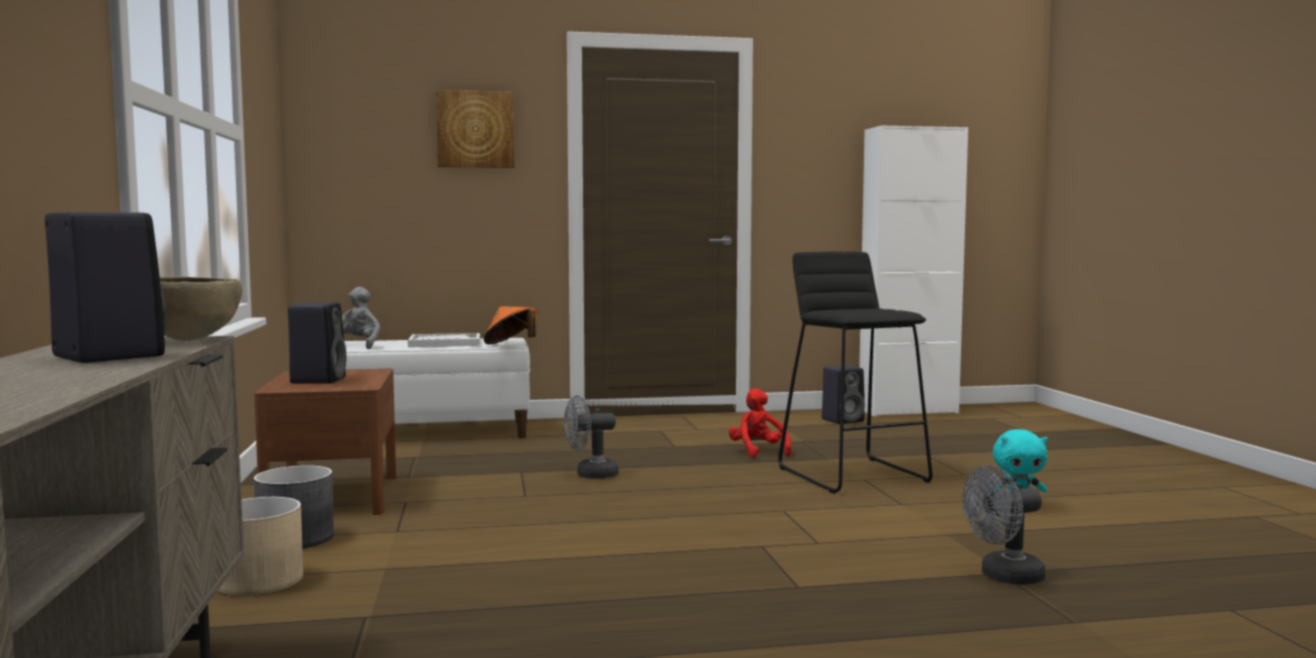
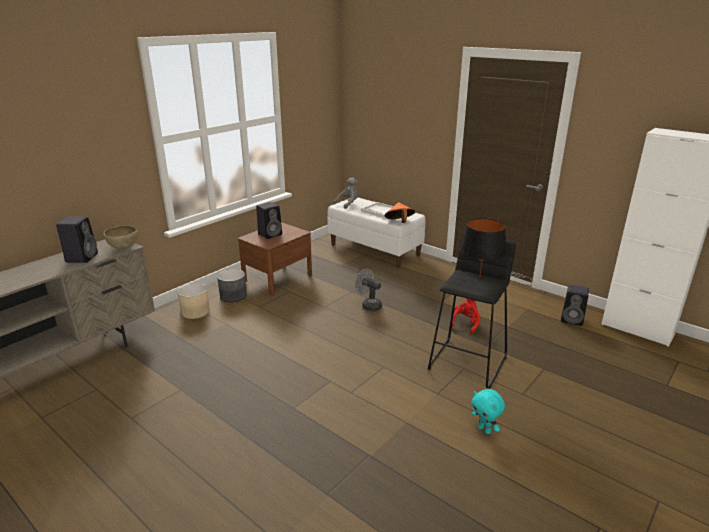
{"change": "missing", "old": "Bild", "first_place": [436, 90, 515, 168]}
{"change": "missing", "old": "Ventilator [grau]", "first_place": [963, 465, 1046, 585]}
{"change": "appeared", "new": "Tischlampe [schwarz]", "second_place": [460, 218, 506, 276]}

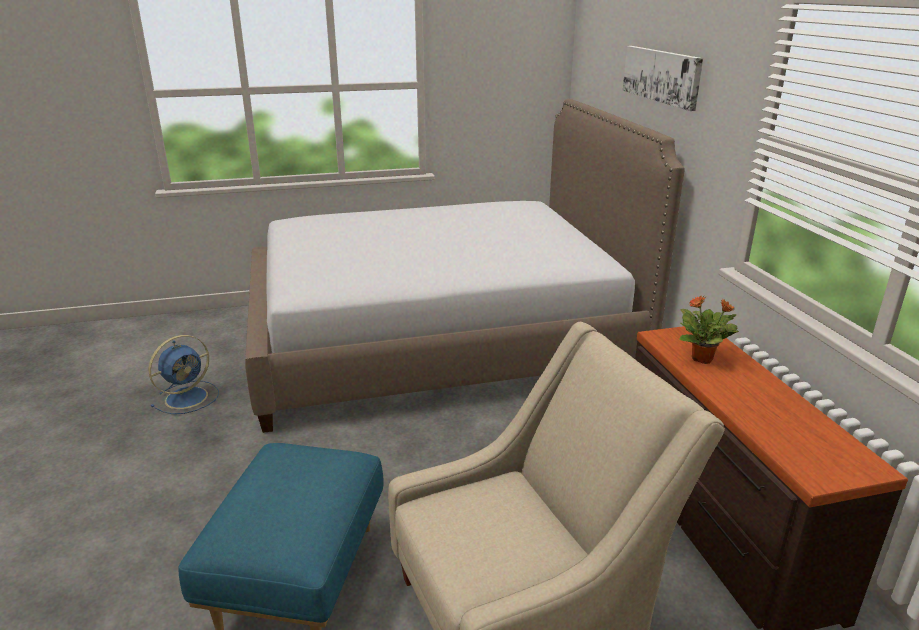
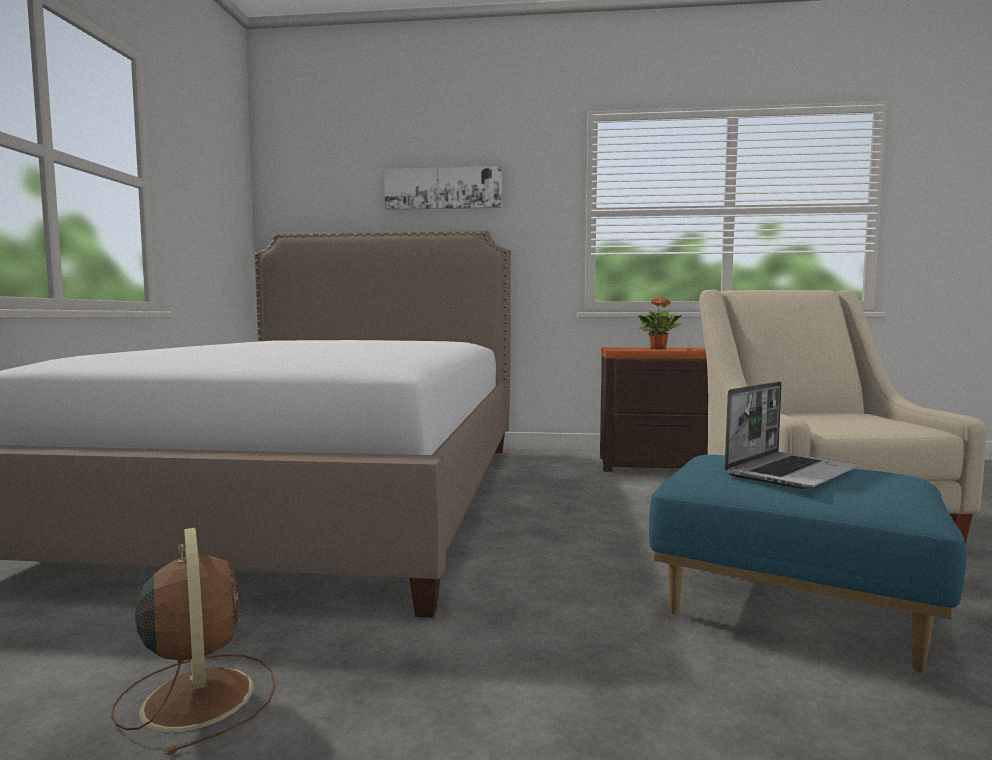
{"change": "colour", "old": "Ventilator [blau]", "new": "Ventilator [braun]", "first_place": [149, 335, 219, 414], "second_place": [111, 528, 276, 756]}
{"change": "appeared", "new": "Laptop", "second_place": [724, 381, 858, 489]}

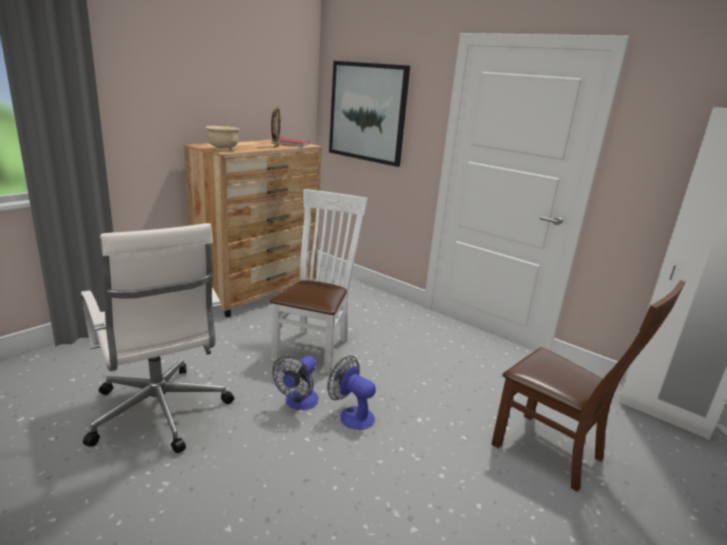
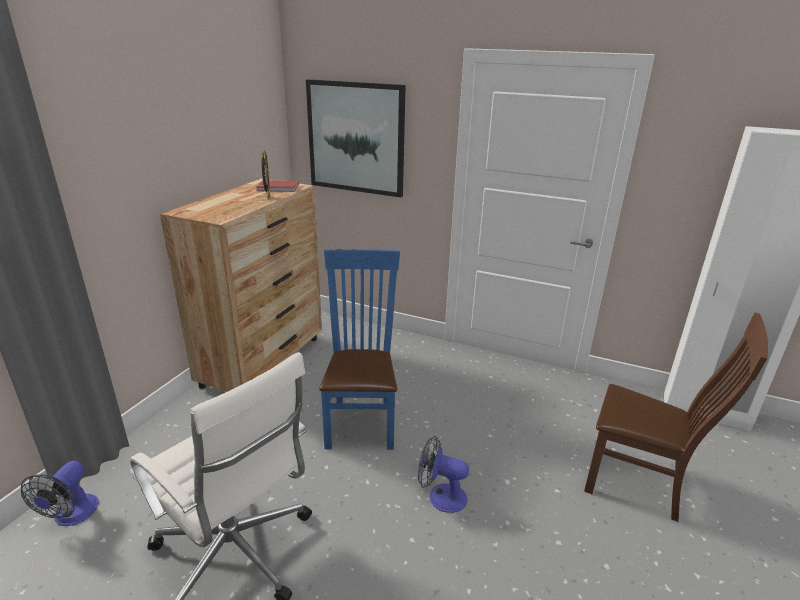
{"change": "missing", "old": "Schüssel [beige]", "first_place": [205, 126, 240, 151]}
{"change": "colour", "old": "Stuhl [weiß]", "new": "Stuhl [blau]", "first_place": [270, 189, 368, 374], "second_place": [319, 249, 400, 450]}
{"change": "relocated", "old": "Ventilator", "first_place": [272, 356, 319, 410], "second_place": [21, 461, 98, 526]}

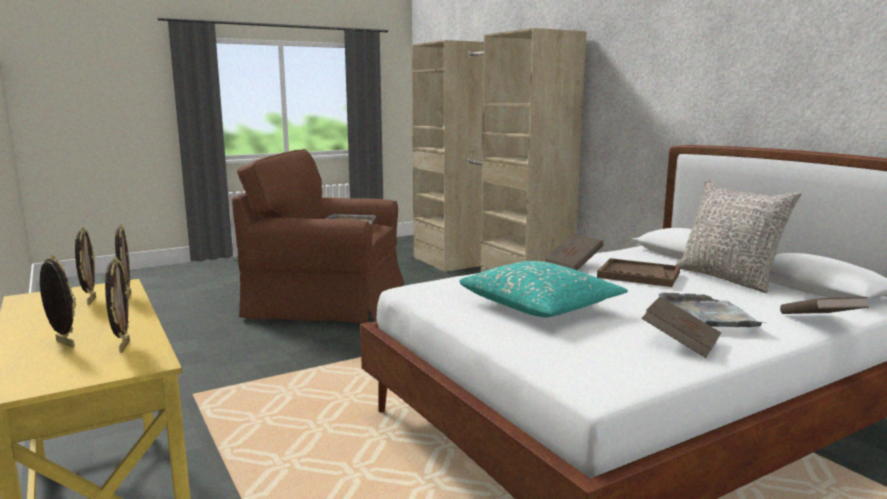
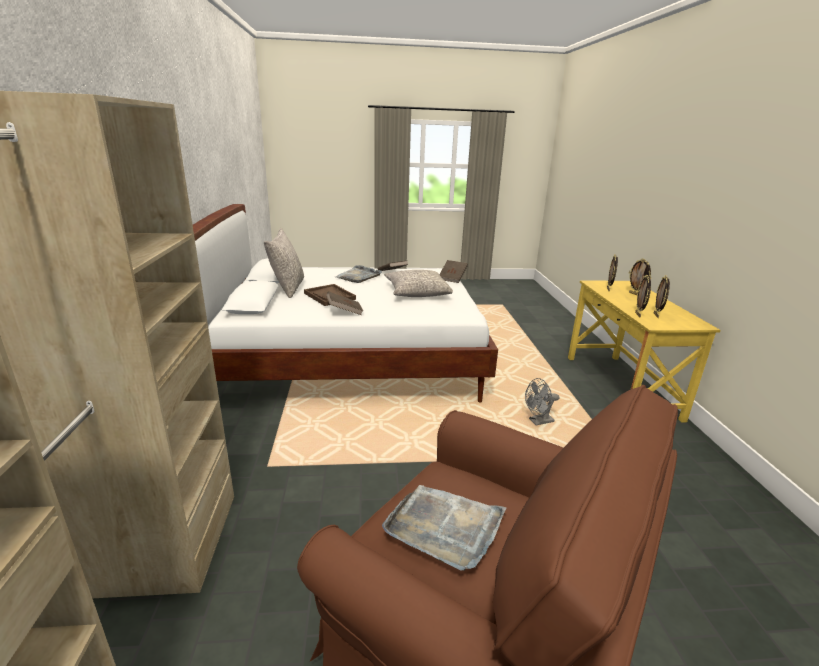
{"change": "colour", "old": "Kissen [türkis]", "new": "Kissen [grau]", "first_place": [460, 261, 628, 317], "second_place": [384, 270, 453, 297]}
{"change": "relocated", "old": "Buch [braun]", "first_place": [780, 297, 869, 314], "second_place": [439, 260, 468, 283]}
{"change": "appeared", "new": "Ventilator [grau]", "second_place": [525, 378, 559, 425]}

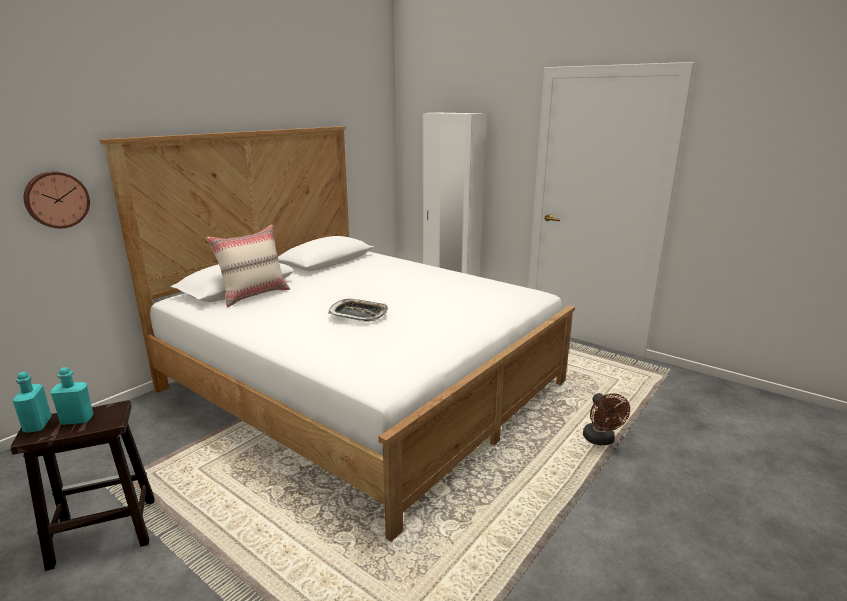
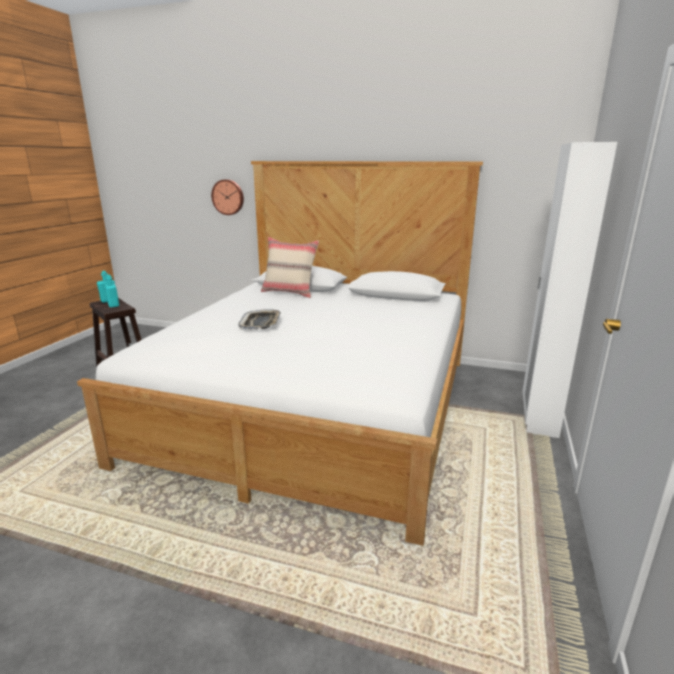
{"change": "missing", "old": "Ventilator [braun]", "first_place": [583, 393, 630, 445]}

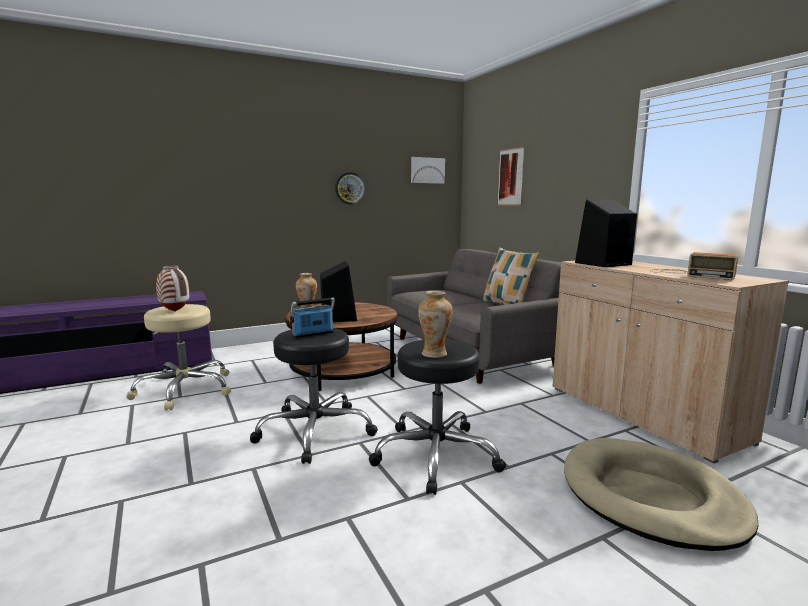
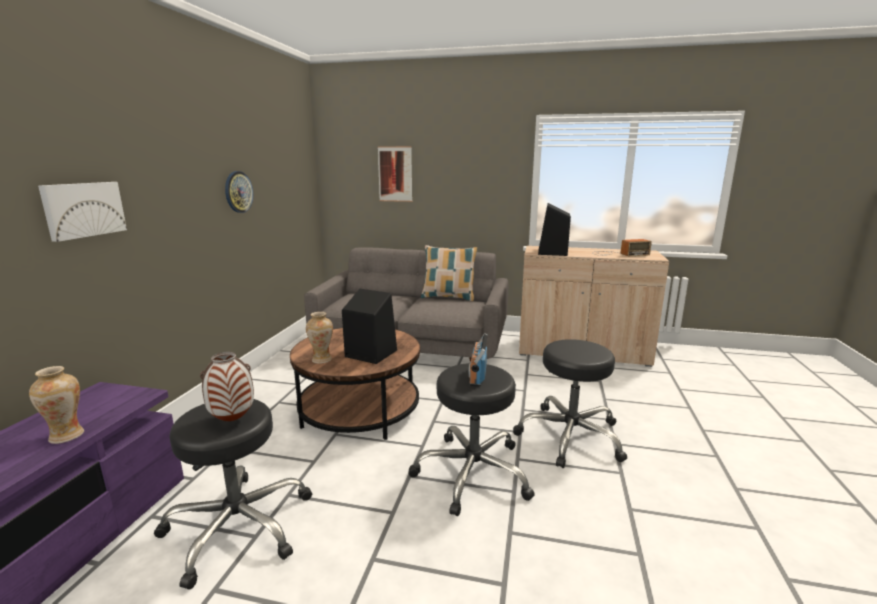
{"change": "colour", "old": "Hocker [beige]", "new": "Hocker [schwarz]", "first_place": [126, 304, 231, 410], "second_place": [154, 399, 312, 590]}
{"change": "relocated", "old": "Bild", "first_place": [411, 157, 445, 184], "second_place": [38, 182, 127, 242]}
{"change": "relocated", "old": "Vase", "first_place": [418, 291, 452, 358], "second_place": [29, 366, 84, 444]}
{"change": "missing", "old": "Hundebett [beige]", "first_place": [564, 438, 758, 551]}

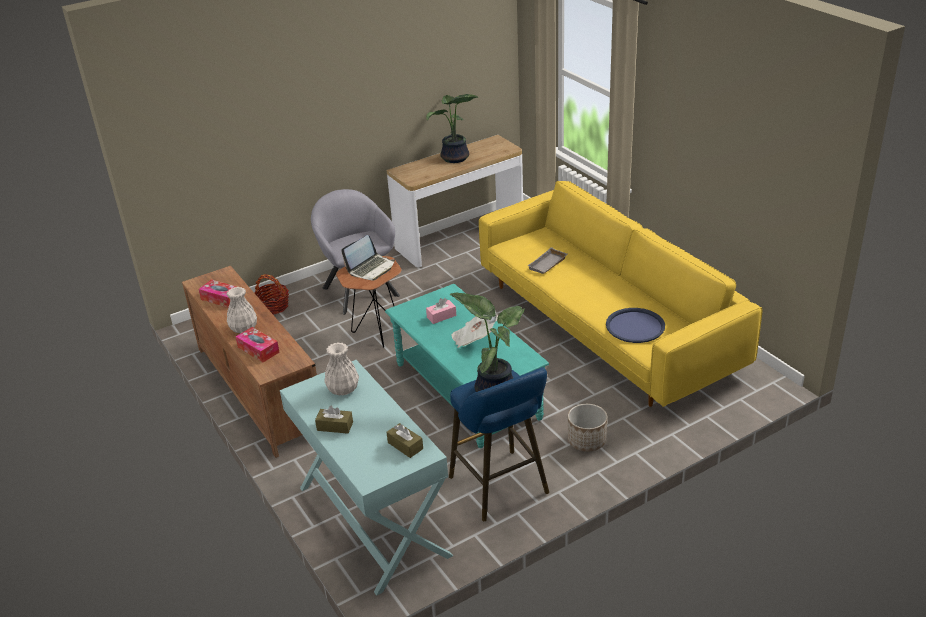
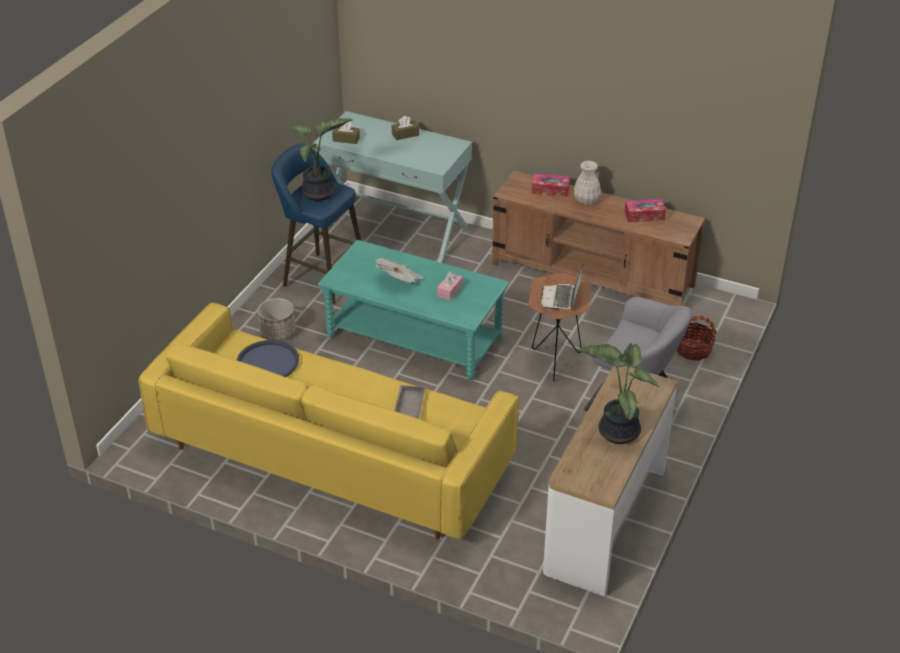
{"change": "missing", "old": "Vase [weiß]", "first_place": [324, 342, 359, 395]}

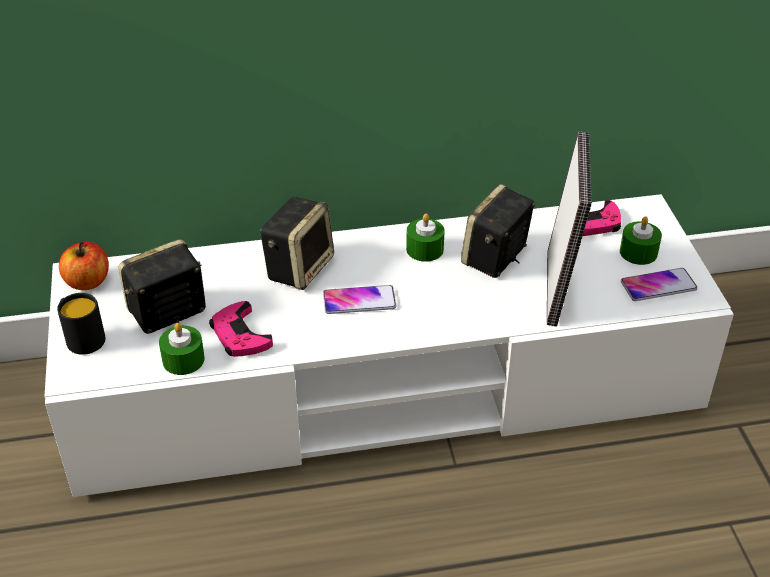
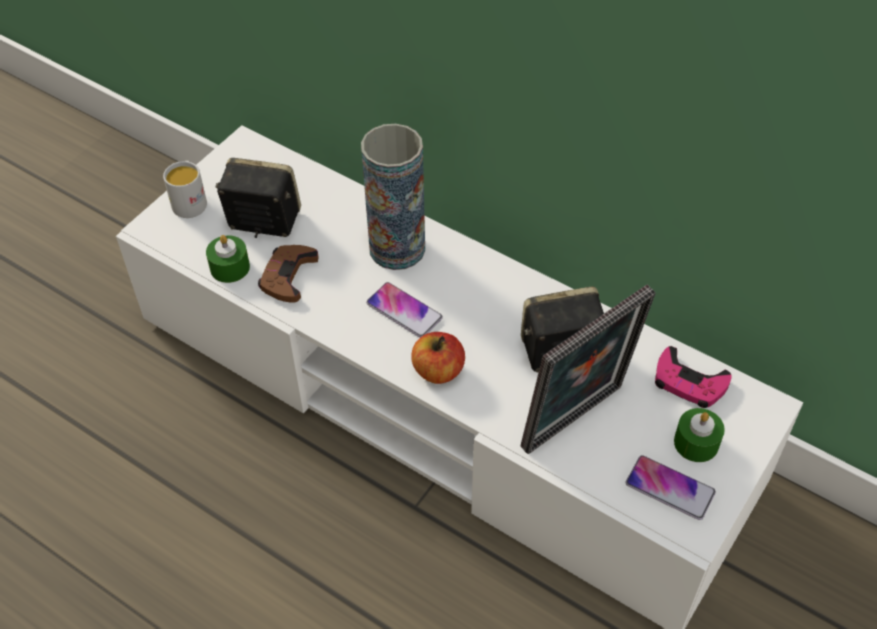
{"change": "colour", "old": "Henkelbecher [schwarz]", "new": "Henkelbecher [weiß]", "first_place": [57, 293, 105, 355], "second_place": [163, 161, 207, 218]}
{"change": "relocated", "old": "Apfel", "first_place": [59, 242, 109, 290], "second_place": [411, 332, 465, 384]}
{"change": "colour", "old": "Gamepad [rosa]", "new": "Gamepad [braun]", "first_place": [209, 301, 273, 357], "second_place": [258, 245, 319, 303]}
{"change": "exchanged", "old": "Lautsprecher", "new": "Vase", "first_place": [260, 197, 334, 290], "second_place": [361, 124, 425, 270]}
{"change": "missing", "old": "Kerze [grün]", "first_place": [406, 213, 445, 262]}

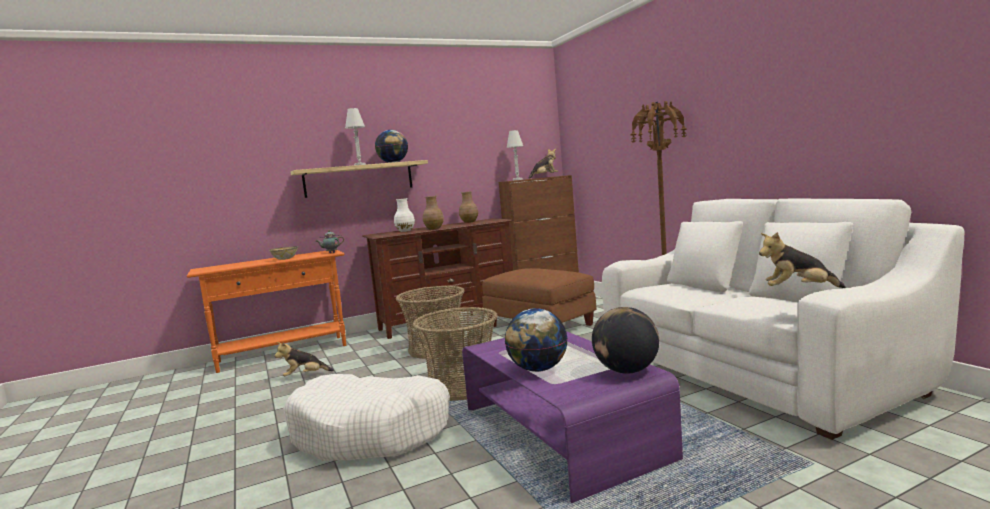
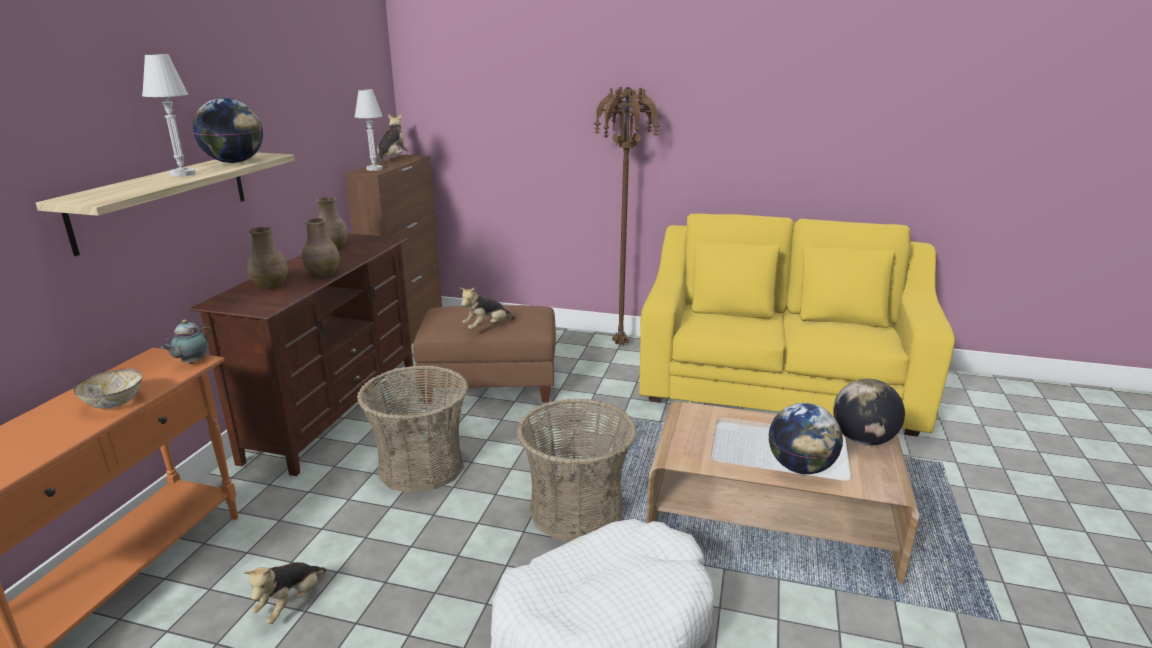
{"change": "colour", "old": "Vase [weiß]", "new": "Vase [braun]", "first_place": [394, 198, 415, 232], "second_place": [247, 227, 288, 289]}
{"change": "colour", "old": "Couchtisch [lila]", "new": "Couchtisch [braun]", "first_place": [462, 331, 683, 503], "second_place": [646, 402, 919, 584]}
{"change": "colour", "old": "Sofa [weiß]", "new": "Sofa [gelb]", "first_place": [602, 199, 964, 440], "second_place": [639, 213, 955, 437]}
{"change": "relocated", "old": "Plüschtier", "first_place": [759, 232, 846, 288], "second_place": [460, 288, 515, 329]}

